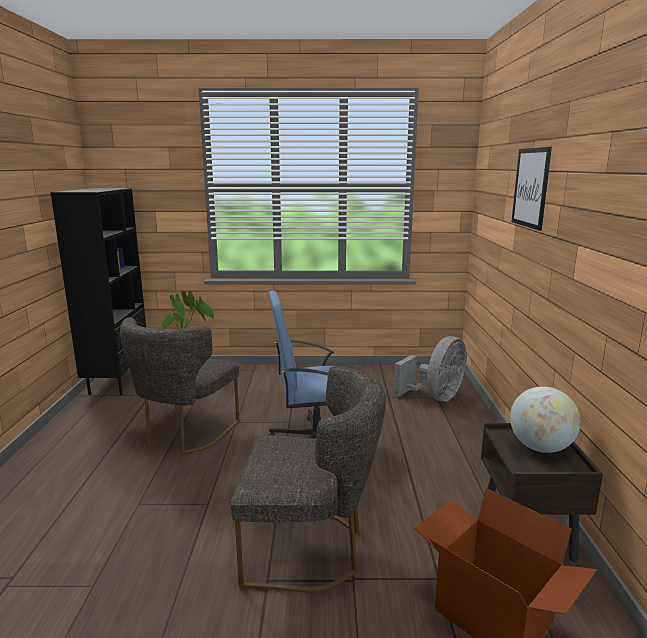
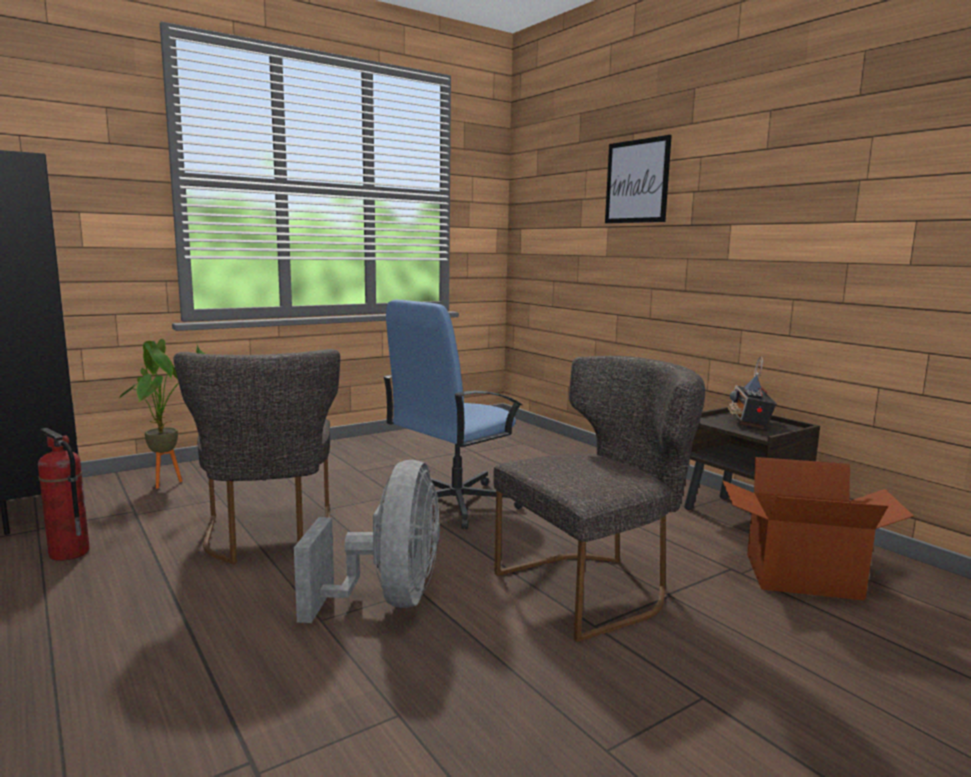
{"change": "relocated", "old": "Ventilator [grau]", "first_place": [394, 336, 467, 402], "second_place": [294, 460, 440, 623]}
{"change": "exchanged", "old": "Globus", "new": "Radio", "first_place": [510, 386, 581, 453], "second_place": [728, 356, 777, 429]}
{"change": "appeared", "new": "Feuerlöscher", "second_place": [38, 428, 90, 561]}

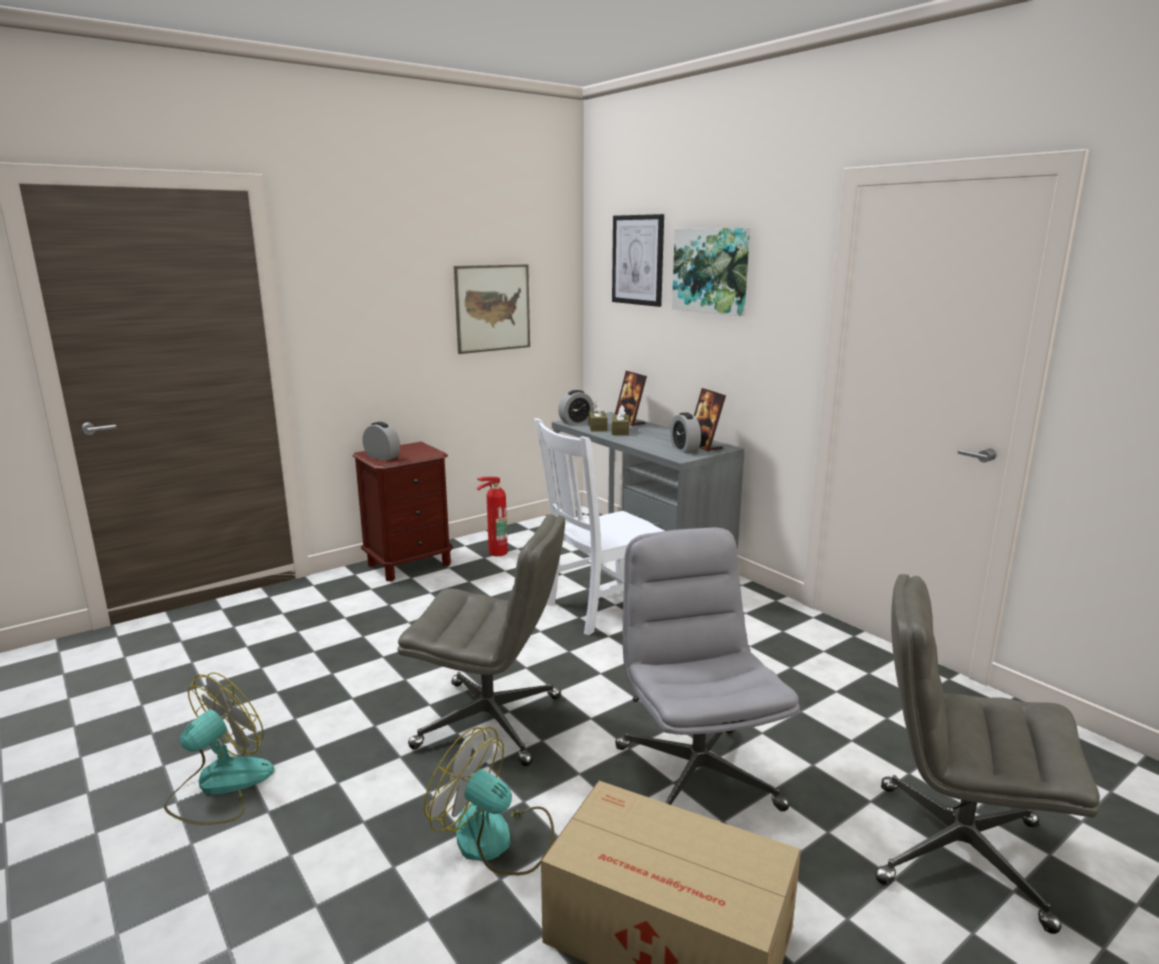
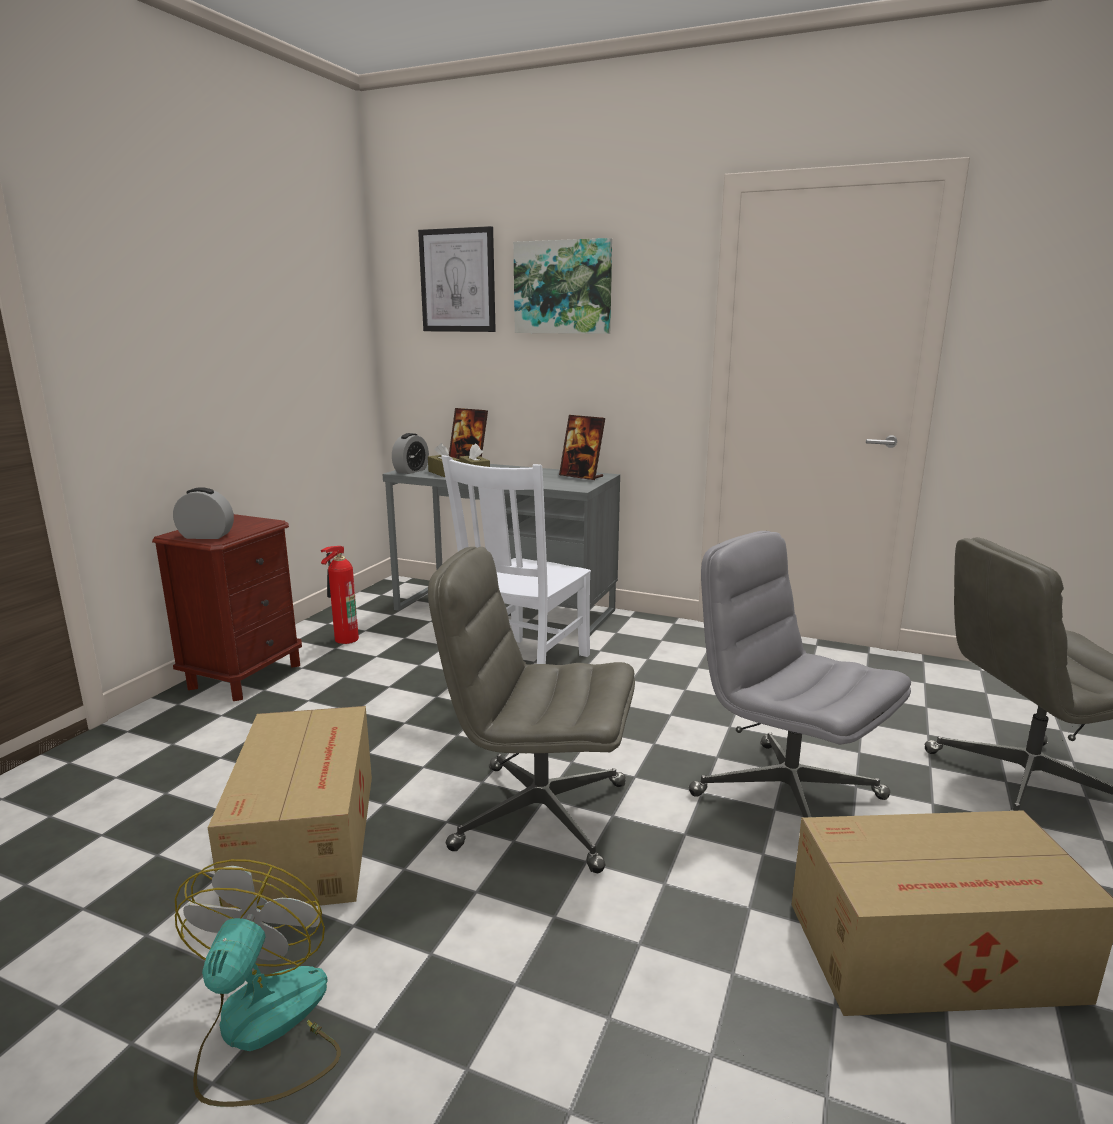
{"change": "spun", "old": "Bürostuhl [grau]", "first_place": [398, 514, 565, 766], "second_place": [428, 547, 635, 873], "degrees": -150}
{"change": "missing", "old": "Ventilator", "first_place": [424, 727, 554, 875]}
{"change": "missing", "old": "Bild", "first_place": [454, 264, 530, 354]}
{"change": "missing", "old": "Wecker", "first_place": [670, 412, 701, 453]}
{"change": "appeared", "new": "Karton", "second_place": [208, 706, 372, 907]}

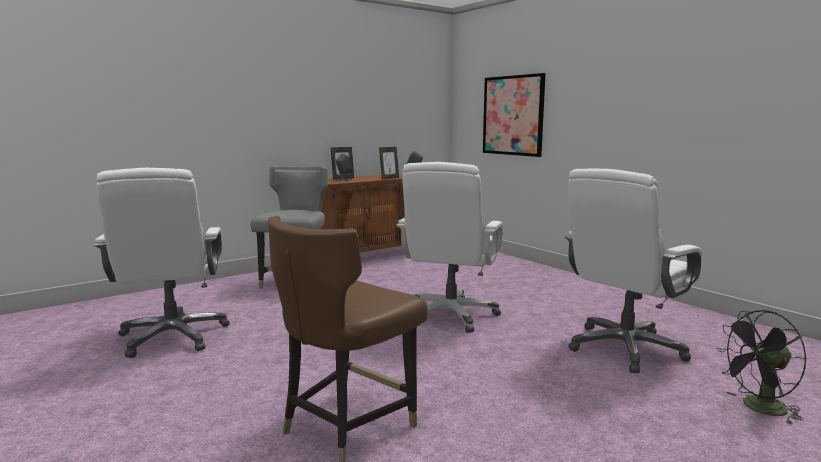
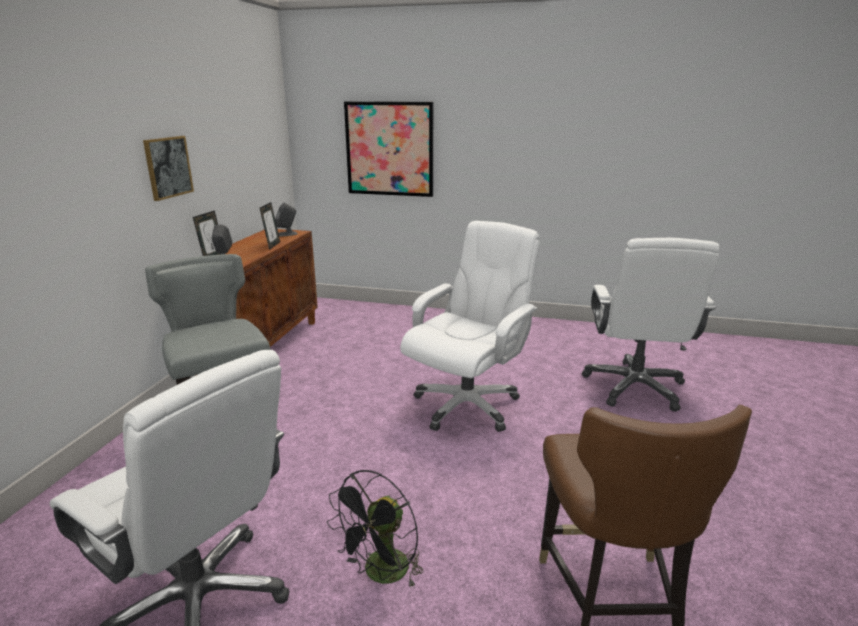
{"change": "spun", "old": "Bürostuhl [weiß]", "first_place": [397, 162, 503, 333], "second_place": [400, 221, 540, 432], "degrees": -120}
{"change": "relocated", "old": "Ventilator [schwarz]", "first_place": [716, 310, 806, 425], "second_place": [327, 470, 423, 589]}
{"change": "appeared", "new": "Bild", "second_place": [143, 136, 194, 201]}

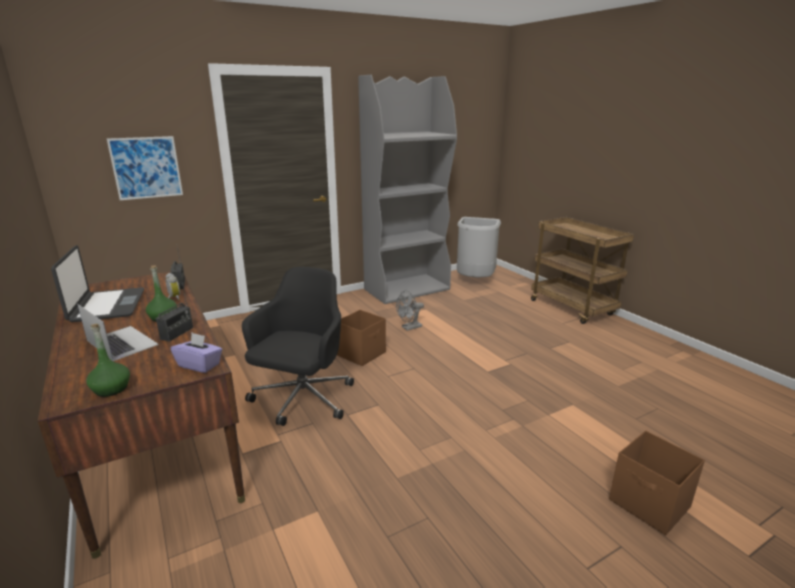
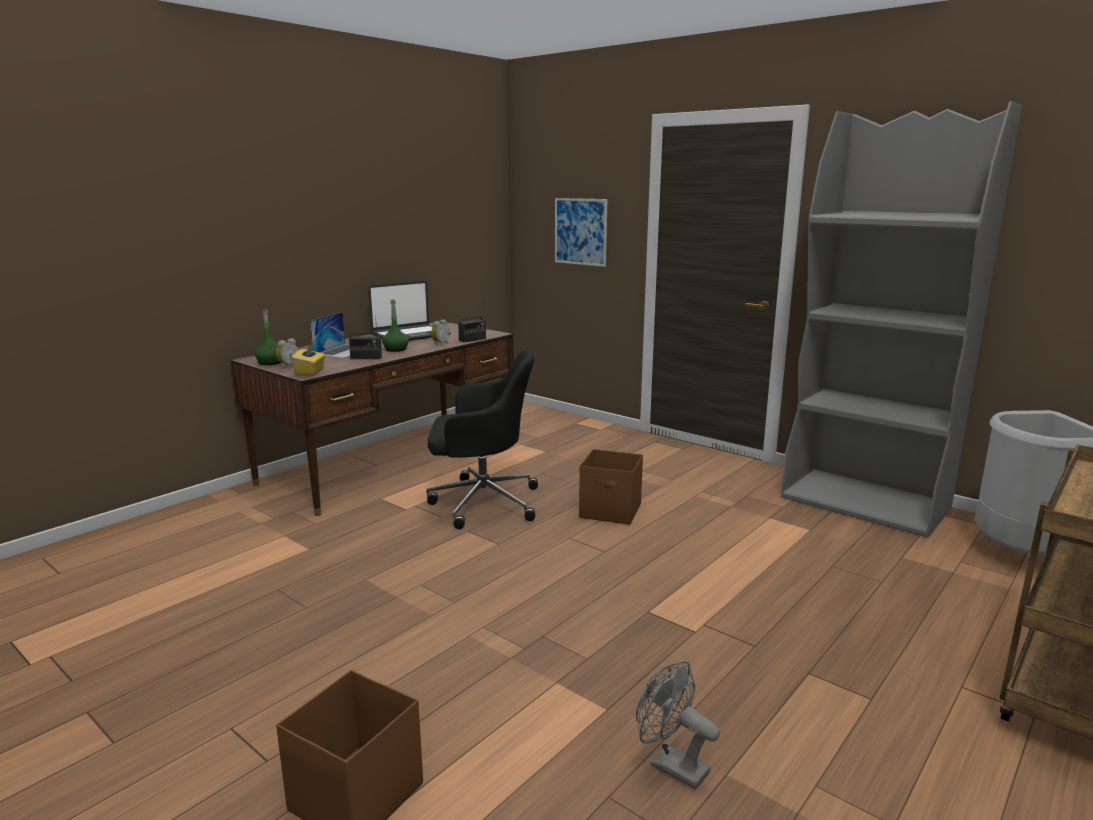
{"change": "colour", "old": "Taschentuchbox [lila]", "new": "Taschentuchbox [gelb]", "first_place": [171, 333, 222, 373], "second_place": [291, 343, 326, 376]}
{"change": "relocated", "old": "Ventilator [grau]", "first_place": [396, 291, 424, 331], "second_place": [636, 661, 720, 789]}
{"change": "appeared", "new": "Wecker", "second_place": [276, 338, 299, 368]}

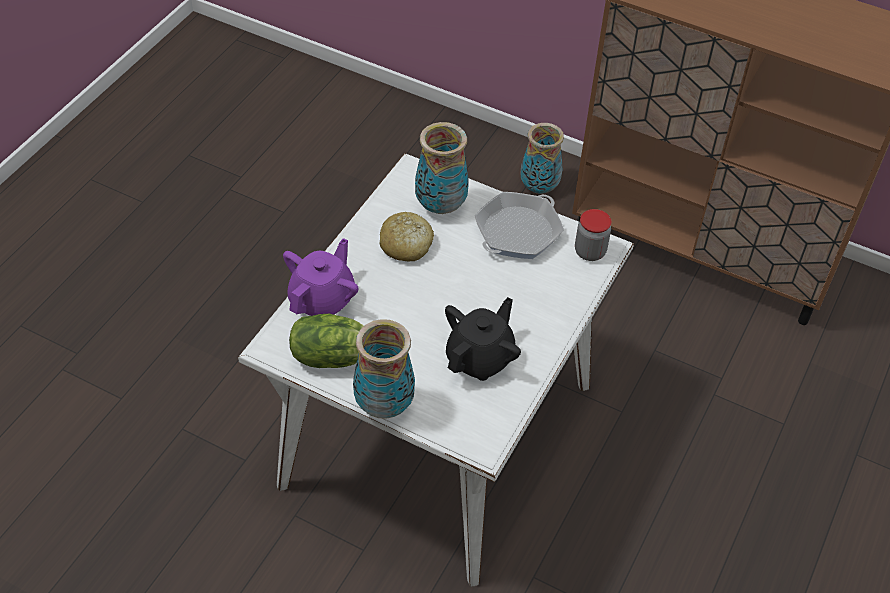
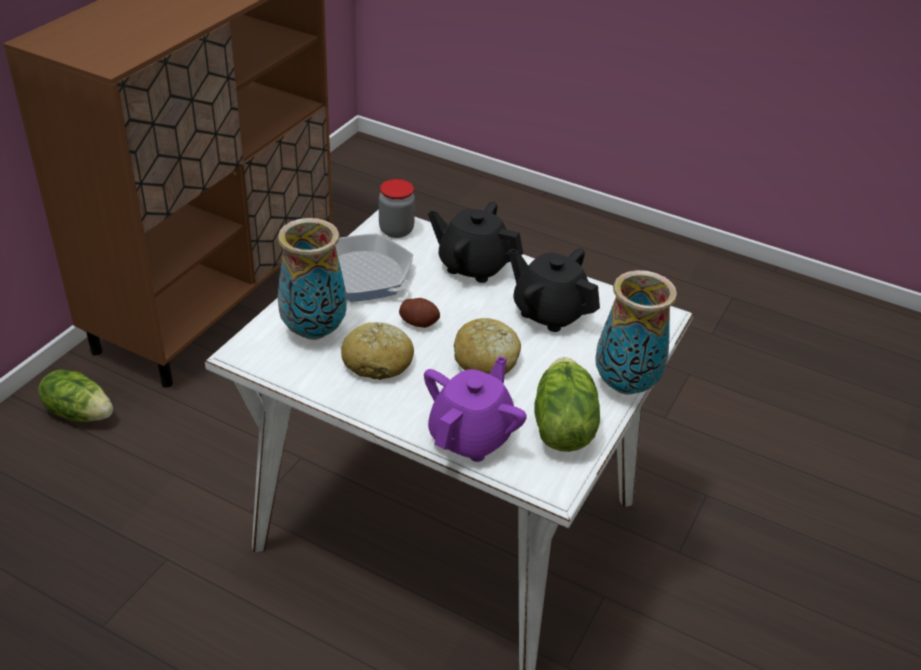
{"change": "spun", "old": "Teekanne [lila]", "first_place": [283, 238, 359, 316], "second_place": [424, 356, 527, 462], "degrees": 90}
{"change": "exchanged", "old": "Vase", "new": "Salatkopf", "first_place": [520, 123, 564, 194], "second_place": [38, 369, 113, 422]}
{"change": "appeared", "new": "Kartoffel", "second_place": [399, 298, 440, 328]}
{"change": "appeared", "new": "Teekanne [schwarz]", "second_place": [428, 202, 523, 283]}
{"change": "appeared", "new": "Brot", "second_place": [454, 318, 521, 374]}

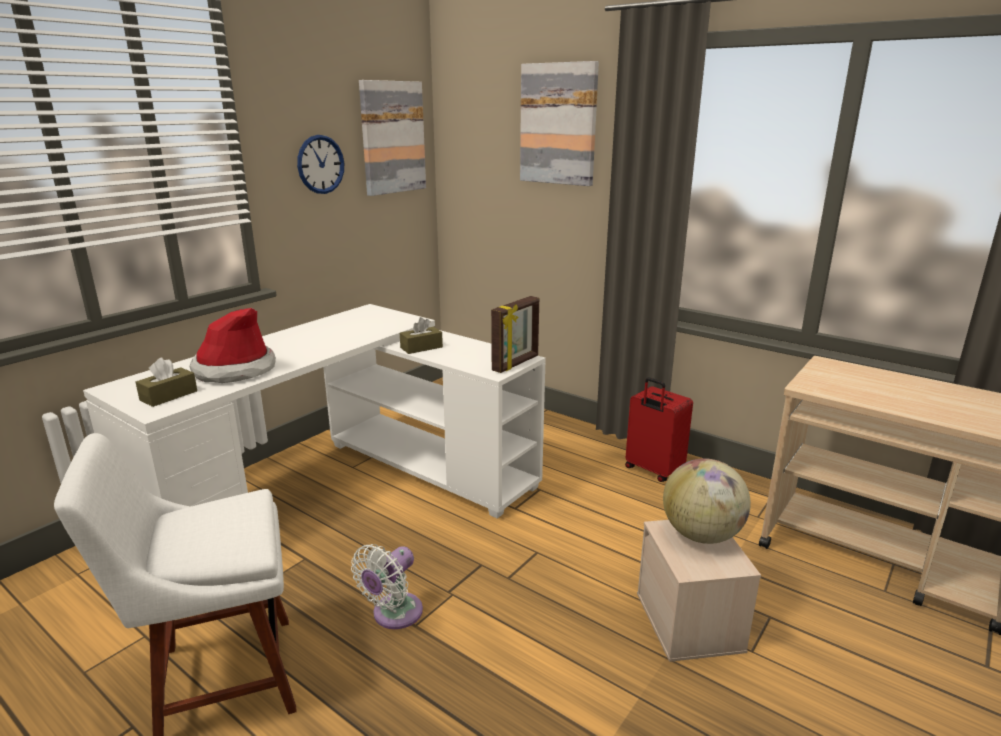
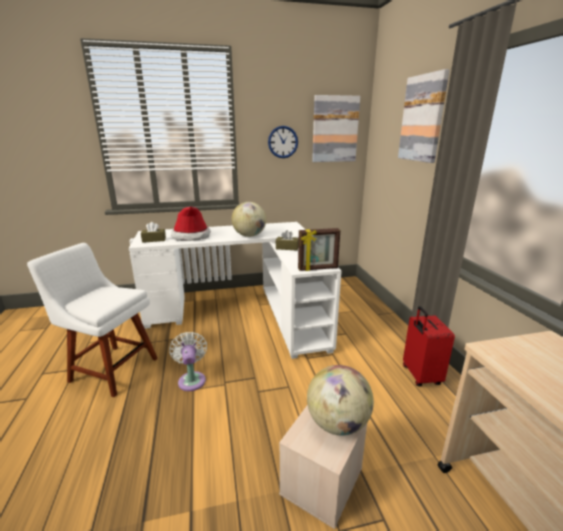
{"change": "spun", "old": "Ventilator [weiß]", "first_place": [351, 544, 423, 629], "second_place": [169, 332, 207, 391], "degrees": 90}
{"change": "appeared", "new": "Globus", "second_place": [232, 202, 266, 237]}

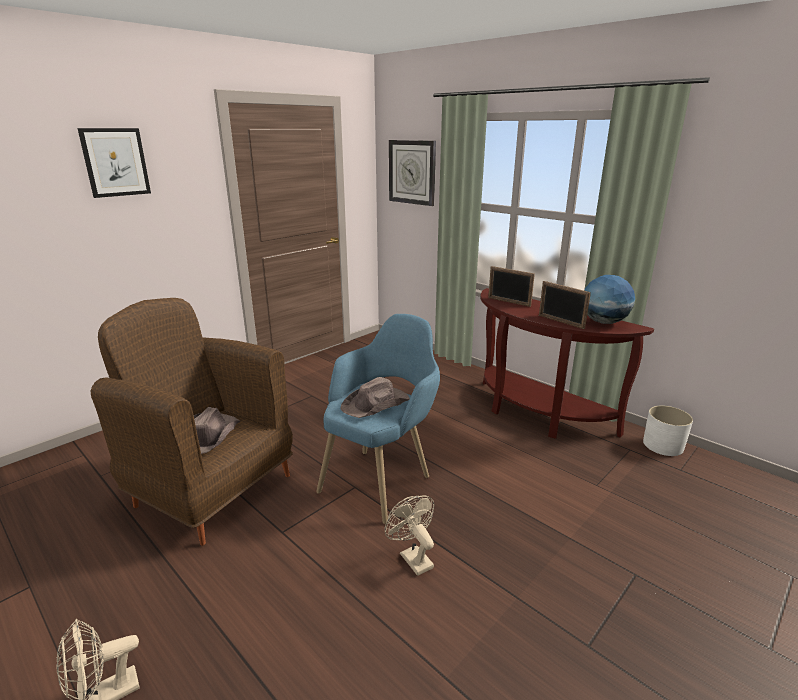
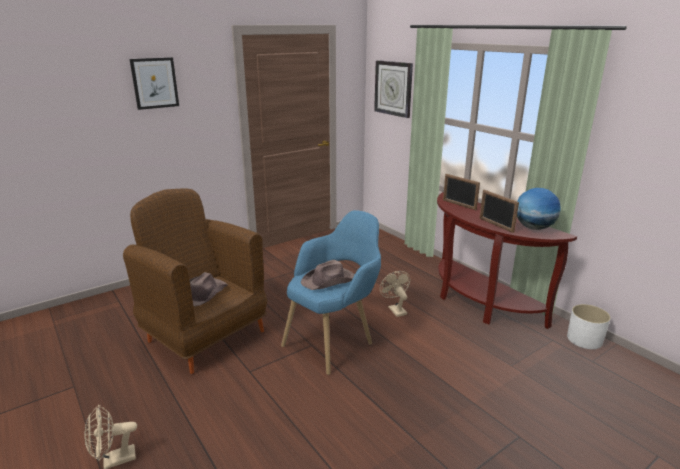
{"change": "relocated", "old": "Ventilator [beige]", "first_place": [385, 495, 434, 576], "second_place": [380, 271, 410, 317]}

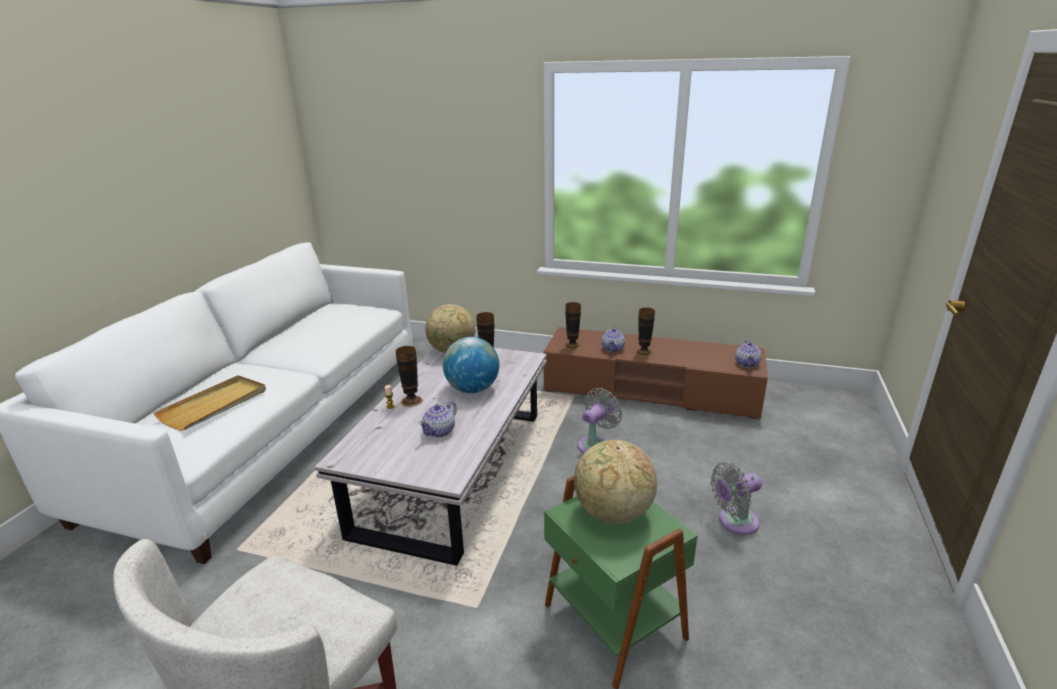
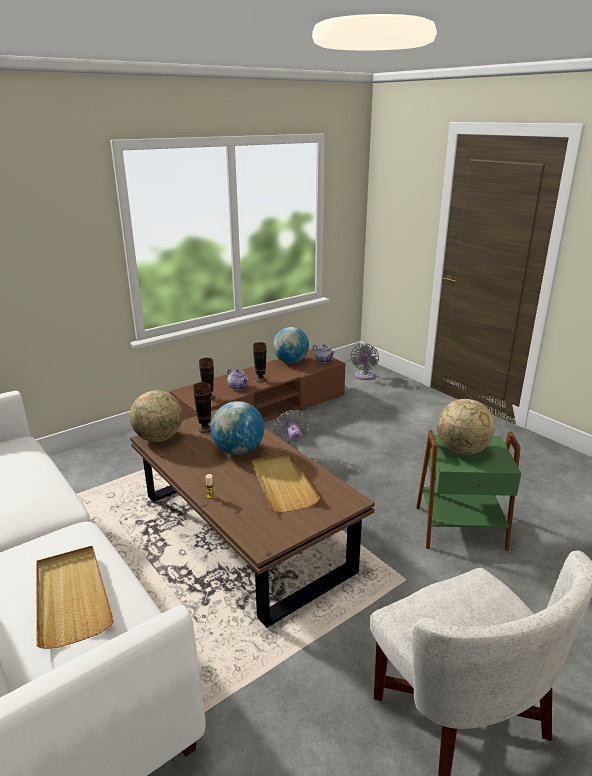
{"change": "colour", "old": "Couchtisch [weiß]", "new": "Couchtisch [braun]", "first_place": [315, 348, 547, 566], "second_place": [130, 409, 375, 628]}
{"change": "missing", "old": "Vase", "first_place": [396, 346, 423, 407]}
{"change": "exchanged", "old": "Teekanne", "new": "Tablett [beige]", "first_place": [418, 401, 457, 437], "second_place": [252, 453, 320, 513]}
{"change": "relocated", "old": "Ventilator [grau]", "first_place": [711, 462, 762, 535], "second_place": [351, 343, 379, 380]}
{"change": "appeared", "new": "Globus", "second_place": [273, 327, 309, 363]}

